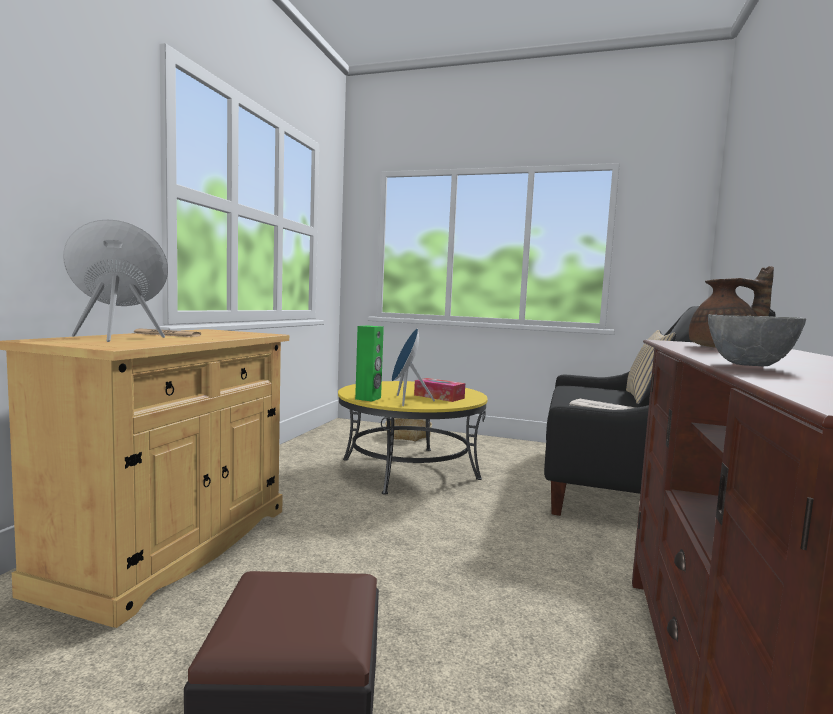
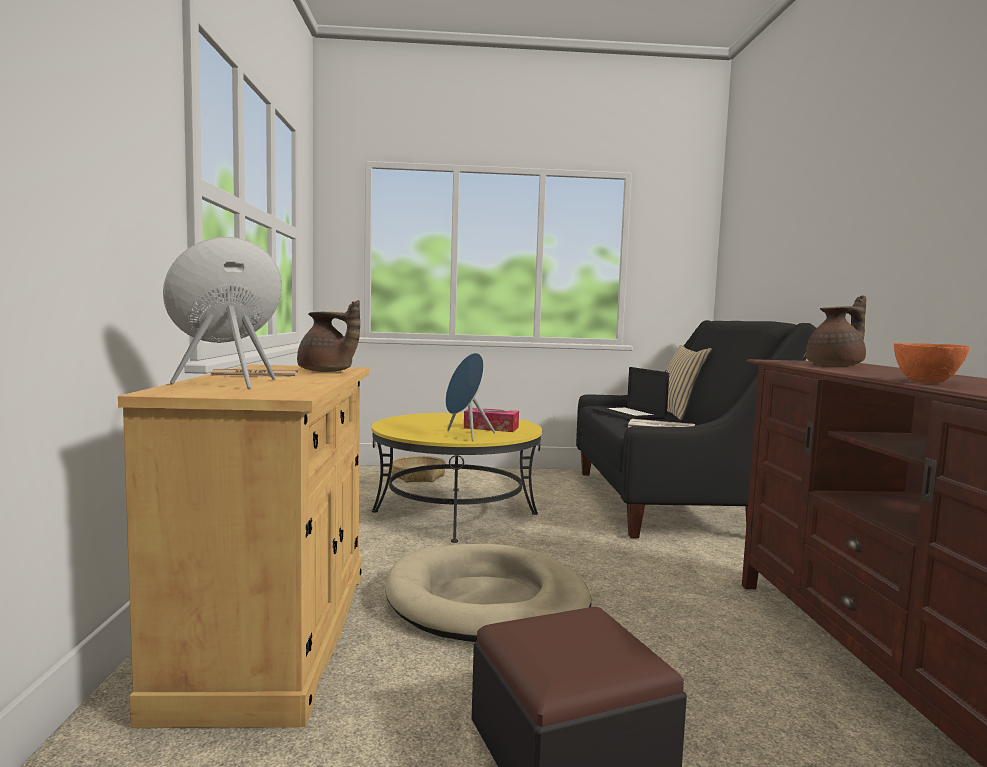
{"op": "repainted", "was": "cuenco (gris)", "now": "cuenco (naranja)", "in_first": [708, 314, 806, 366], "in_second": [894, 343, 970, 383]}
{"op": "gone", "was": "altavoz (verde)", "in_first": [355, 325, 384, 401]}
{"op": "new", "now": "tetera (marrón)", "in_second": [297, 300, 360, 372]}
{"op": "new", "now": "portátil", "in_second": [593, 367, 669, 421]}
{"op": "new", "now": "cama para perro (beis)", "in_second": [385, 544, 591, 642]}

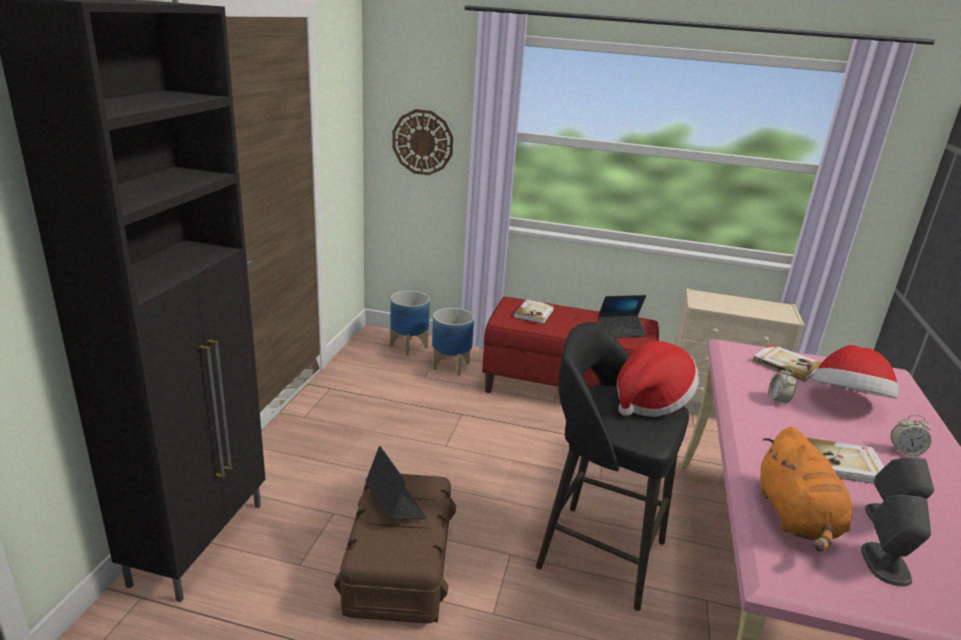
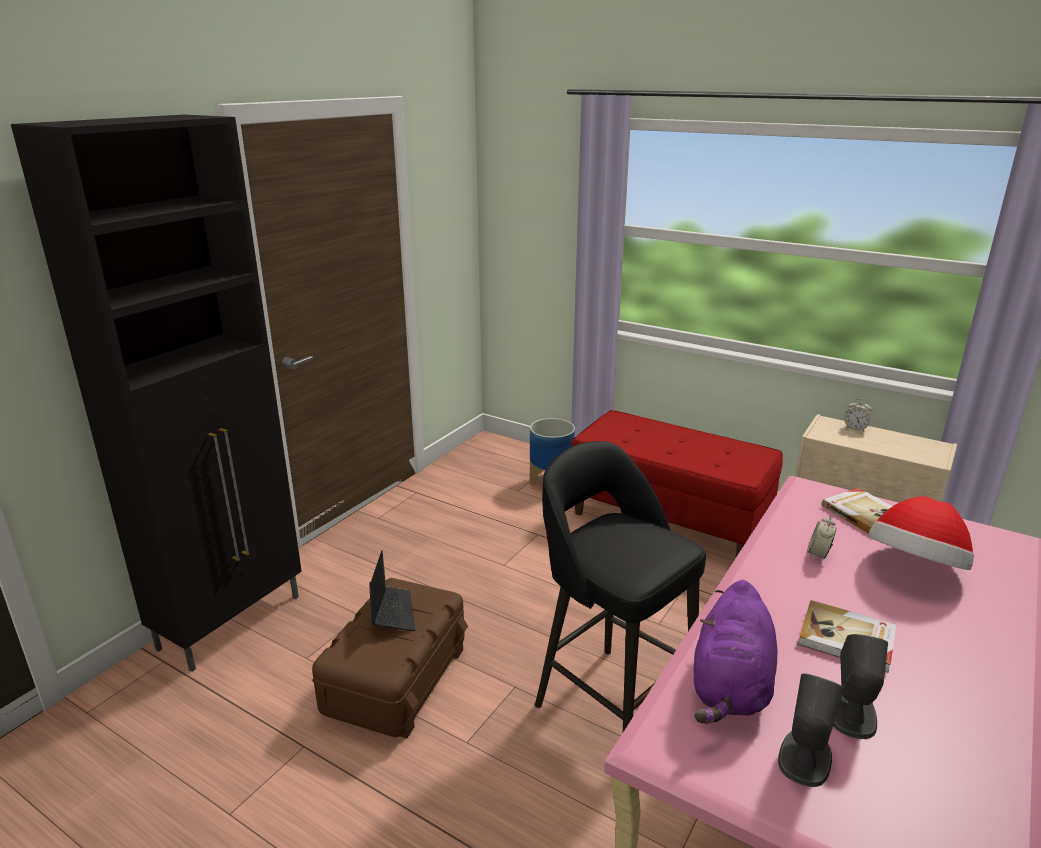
{"op": "gone", "was": "reloj de pared", "in_first": [392, 109, 453, 175]}
{"op": "gone", "was": "maceta", "in_first": [390, 291, 430, 356]}
{"op": "gone", "was": "portátil", "in_first": [598, 295, 647, 338]}
{"op": "gone", "was": "libro", "in_first": [514, 300, 555, 324]}
{"op": "gone", "was": "sombrero", "in_first": [617, 341, 699, 417]}
{"op": "shifted", "was": "despertador", "in_first": [891, 415, 931, 457], "in_second": [844, 399, 872, 431]}
{"op": "repainted", "was": "peluche (naranja)", "now": "peluche (morado)", "in_first": [760, 427, 852, 552], "in_second": [694, 580, 778, 724]}

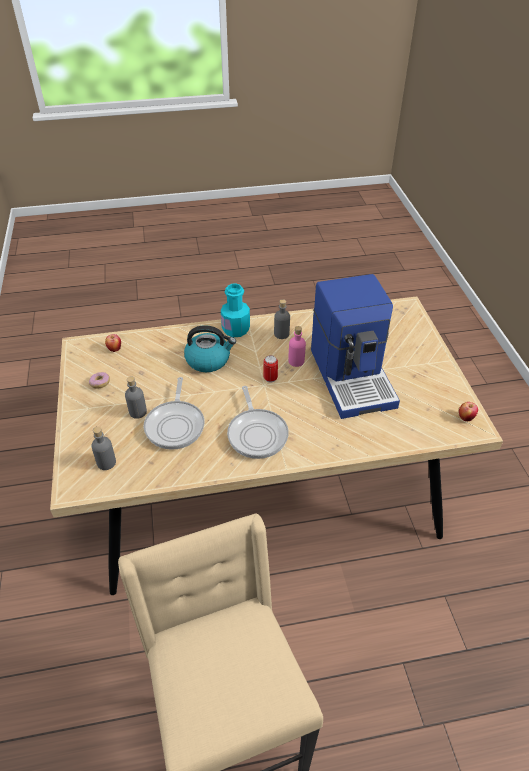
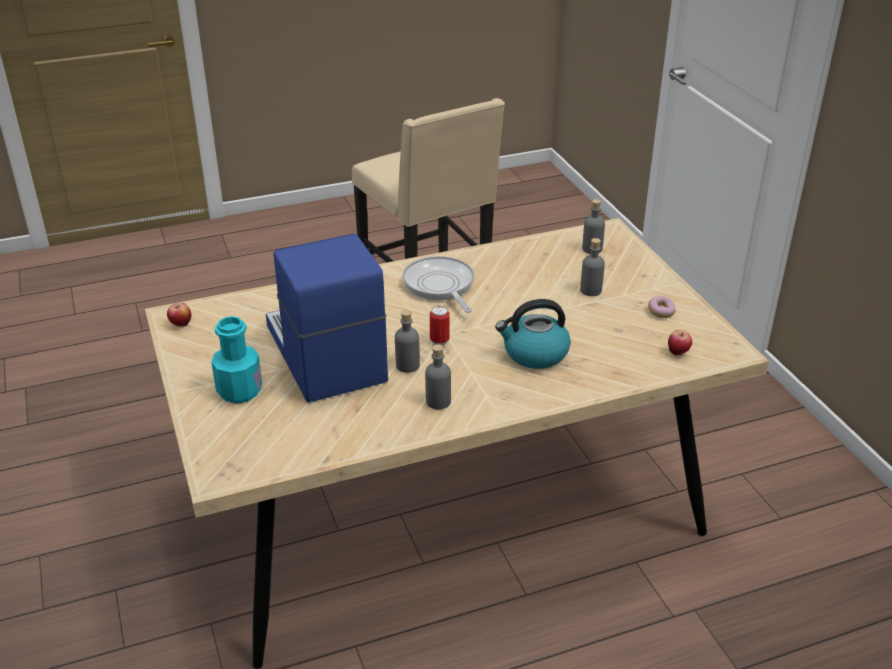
{"op": "shifted", "was": "botella (turquesa)", "in_first": [221, 283, 250, 337], "in_second": [211, 316, 262, 403]}
{"op": "repainted", "was": "botella (rosa)", "now": "botella (gris)", "in_first": [288, 326, 306, 367], "in_second": [395, 310, 420, 373]}
{"op": "gone", "was": "sartén", "in_first": [144, 377, 205, 450]}

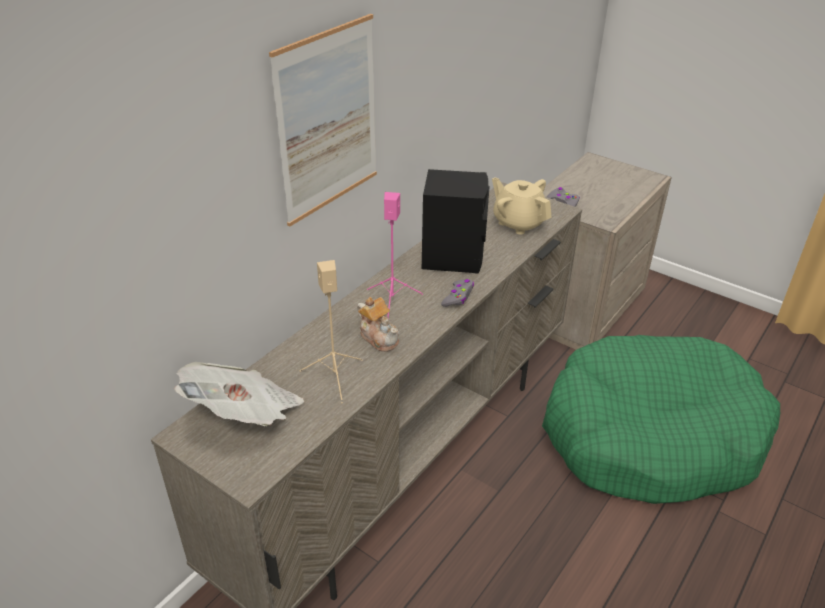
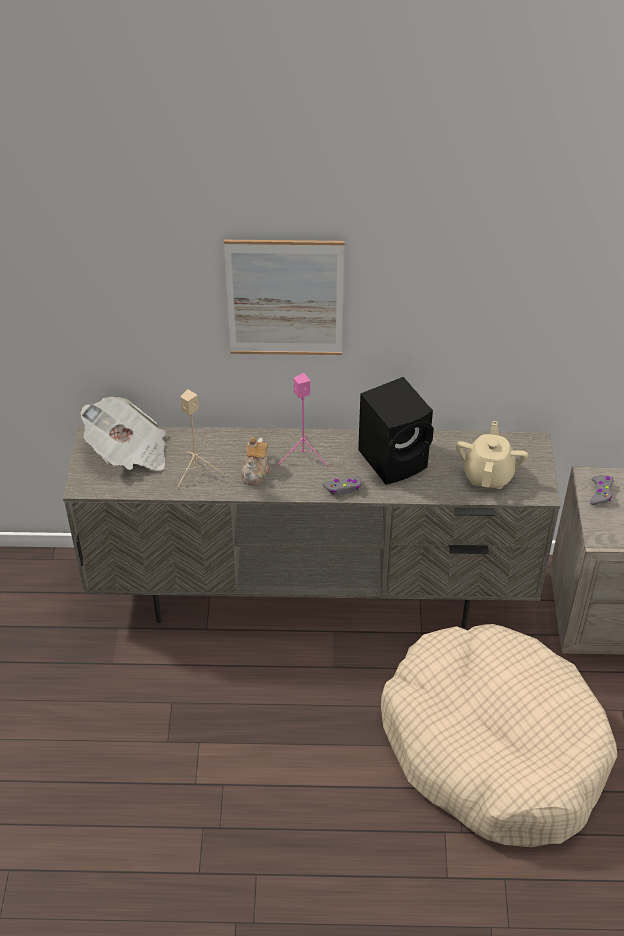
{"op": "repainted", "was": "cama para perro (verde)", "now": "cama para perro (beis)", "in_first": [542, 335, 780, 504], "in_second": [381, 624, 617, 847]}

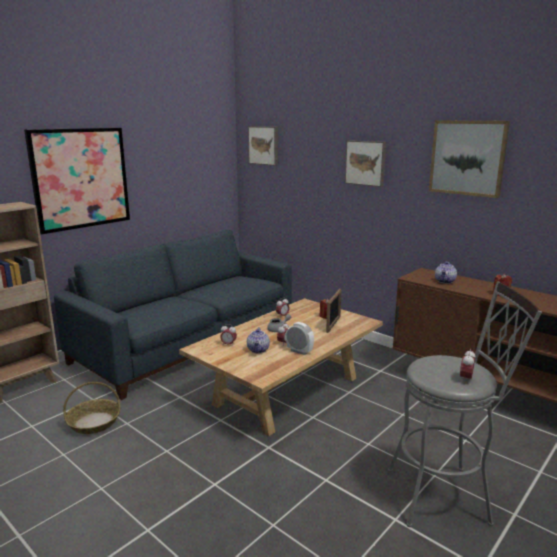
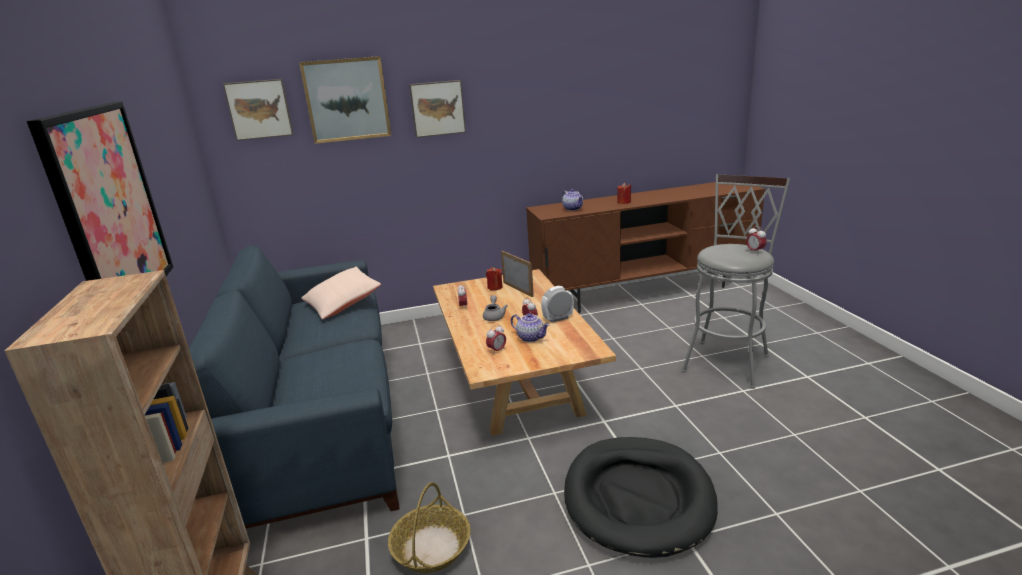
{"op": "shifted", "was": "cuadro", "in_first": [429, 120, 510, 198], "in_second": [299, 56, 392, 144]}
{"op": "new", "now": "cojín (beis)", "in_second": [302, 267, 381, 320]}
{"op": "new", "now": "cama para perro (negro)", "in_second": [564, 437, 718, 558]}

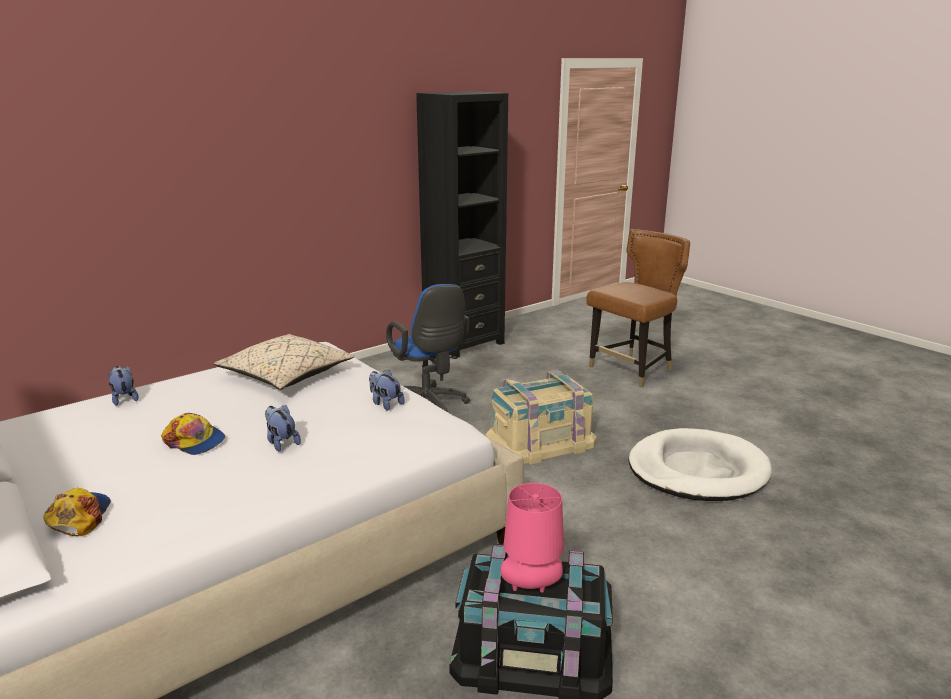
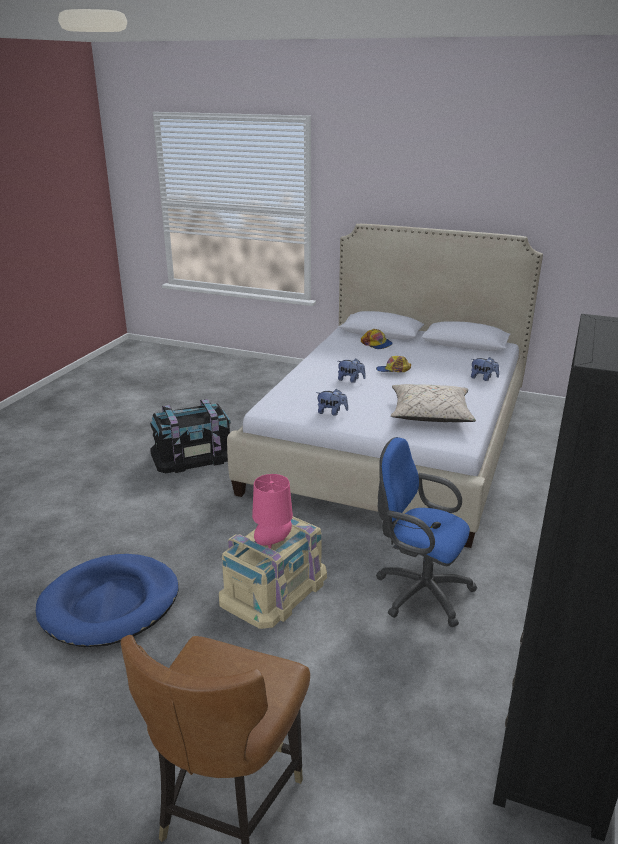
{"op": "repainted", "was": "cama para perro (blanco)", "now": "cama para perro (azul)", "in_first": [629, 428, 772, 501], "in_second": [36, 554, 179, 647]}
{"op": "shifted", "was": "lámpara de mesa (rosa)", "in_first": [500, 483, 564, 593], "in_second": [252, 474, 293, 549]}

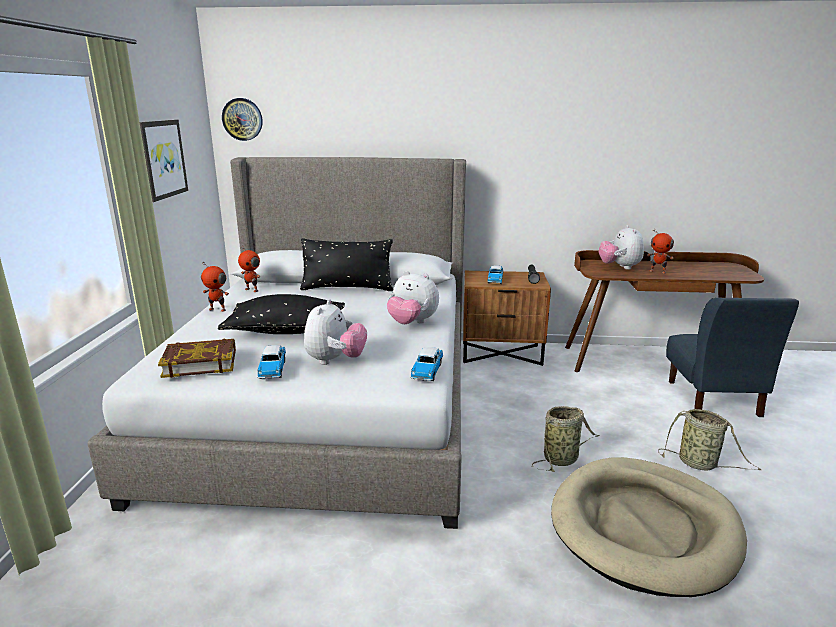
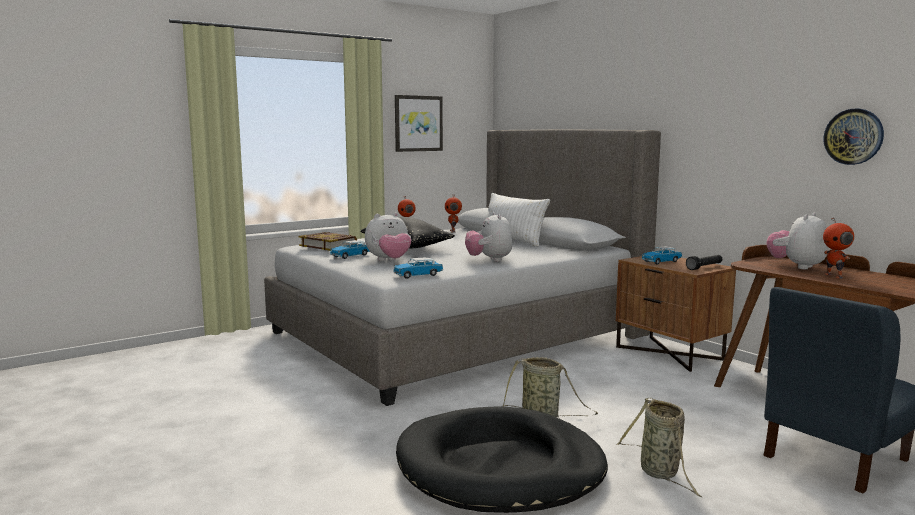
{"op": "shifted", "was": "reloj de pared", "in_first": [222, 98, 263, 141], "in_second": [824, 109, 884, 165]}
{"op": "repainted", "was": "cojín (negro)", "now": "cojín (blanco)", "in_first": [300, 239, 393, 291], "in_second": [486, 193, 550, 247]}
{"op": "repainted", "was": "cama para perro (beis)", "now": "cama para perro (negro)", "in_first": [551, 457, 747, 597], "in_second": [396, 406, 608, 513]}

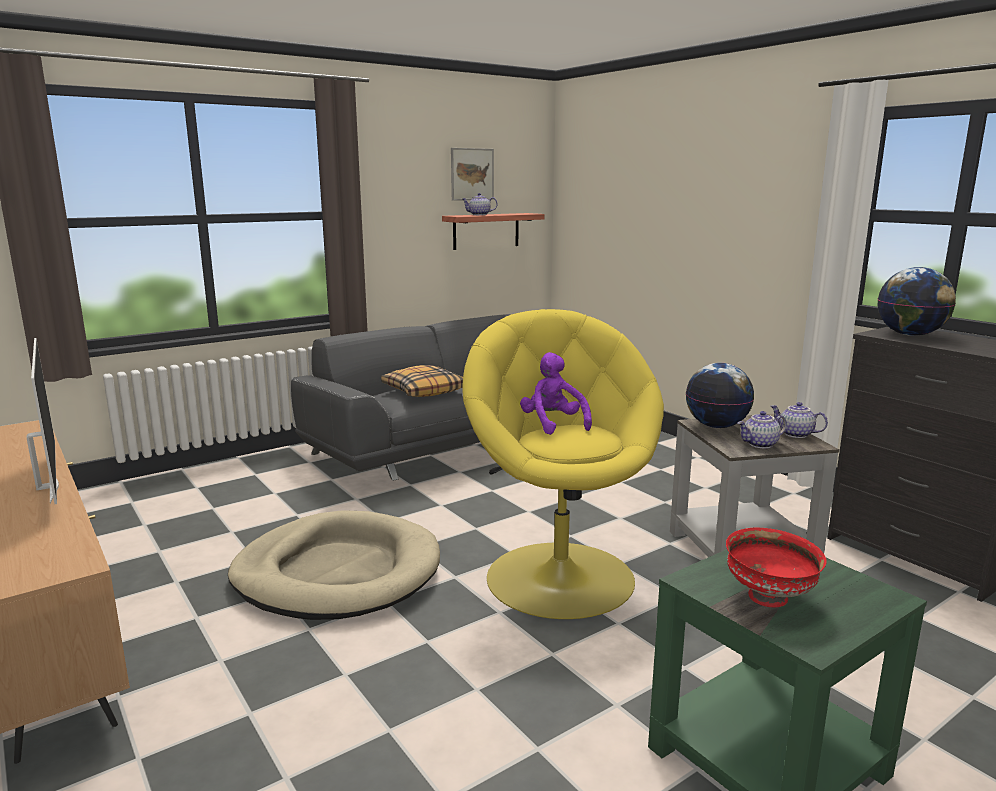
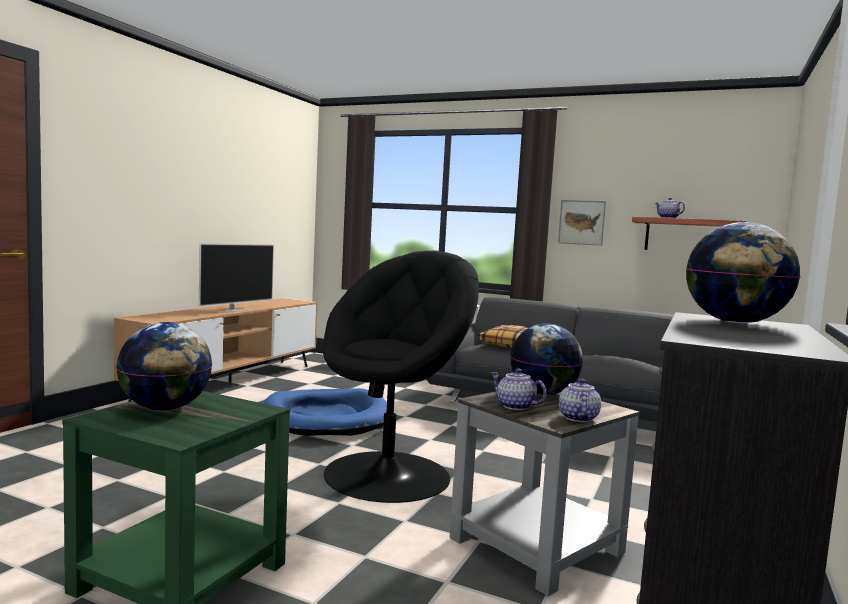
{"op": "shifted", "was": "cuadro", "in_first": [451, 148, 494, 201], "in_second": [558, 200, 606, 246]}
{"op": "repainted", "was": "sillón (amarillo)", "now": "sillón (negro)", "in_first": [462, 309, 664, 619], "in_second": [323, 251, 479, 503]}
{"op": "gone", "was": "peluche (morado)", "in_first": [520, 352, 592, 435]}
{"op": "repainted", "was": "cama para perro (beis)", "now": "cama para perro (azul)", "in_first": [228, 510, 440, 620], "in_second": [264, 388, 387, 436]}
{"op": "swapped", "was": "cuenco (rojo)", "now": "globo terráqueo", "in_first": [726, 527, 827, 607], "in_second": [116, 322, 212, 410]}

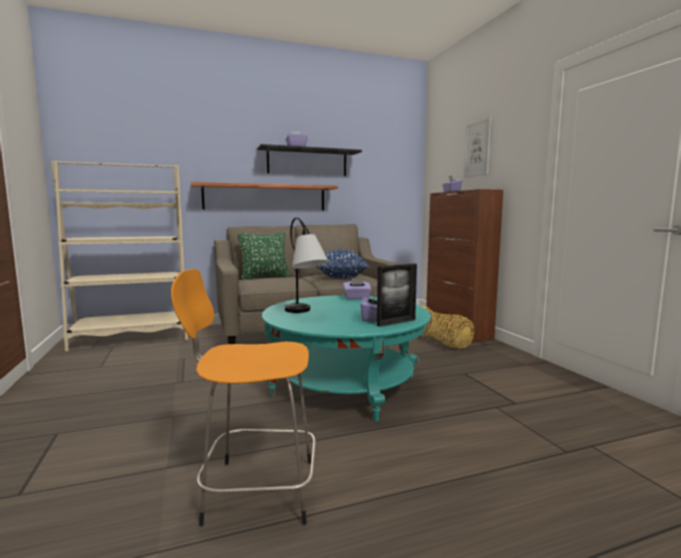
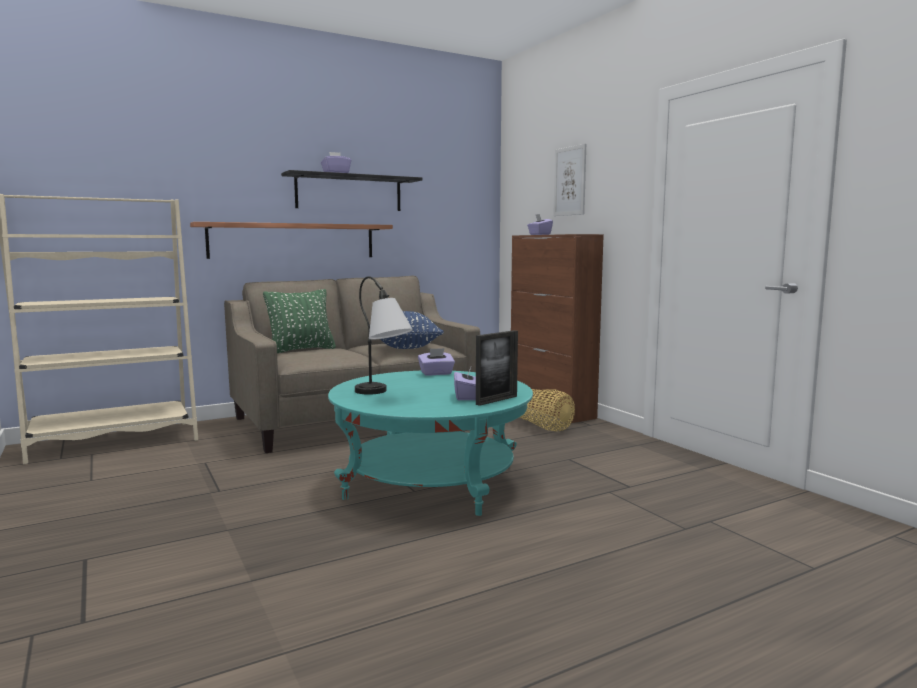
{"op": "gone", "was": "taburete (naranja)", "in_first": [171, 269, 316, 526]}

